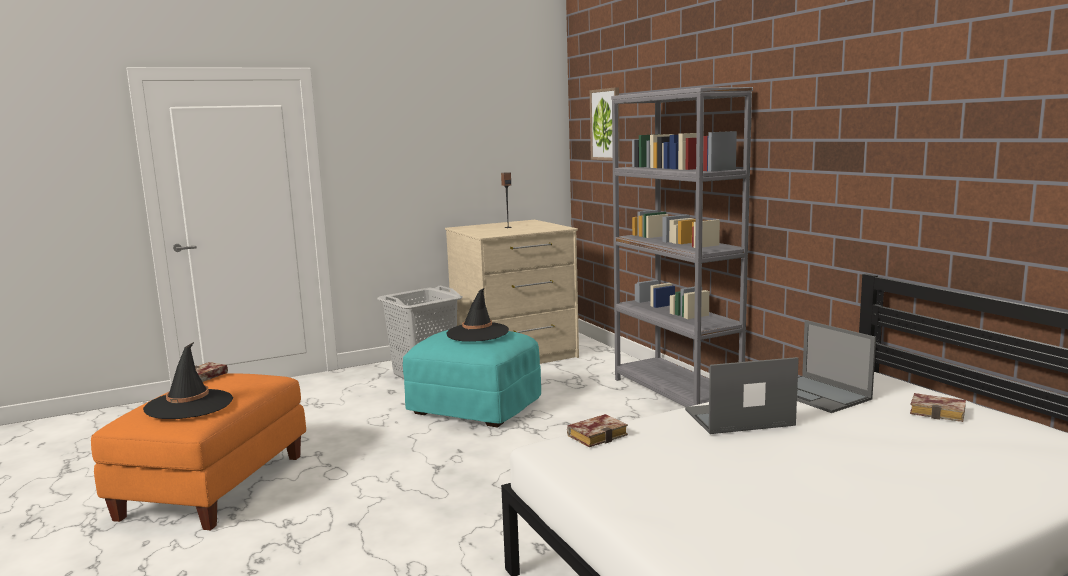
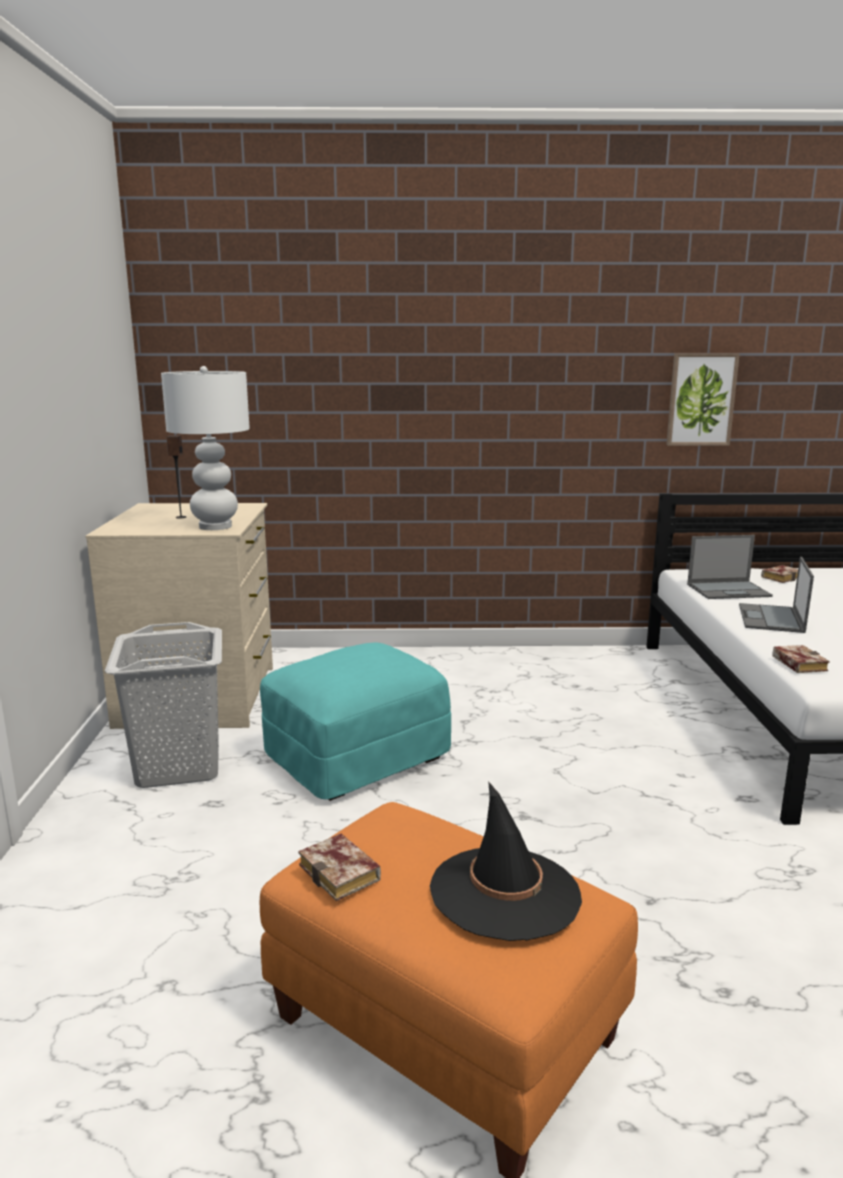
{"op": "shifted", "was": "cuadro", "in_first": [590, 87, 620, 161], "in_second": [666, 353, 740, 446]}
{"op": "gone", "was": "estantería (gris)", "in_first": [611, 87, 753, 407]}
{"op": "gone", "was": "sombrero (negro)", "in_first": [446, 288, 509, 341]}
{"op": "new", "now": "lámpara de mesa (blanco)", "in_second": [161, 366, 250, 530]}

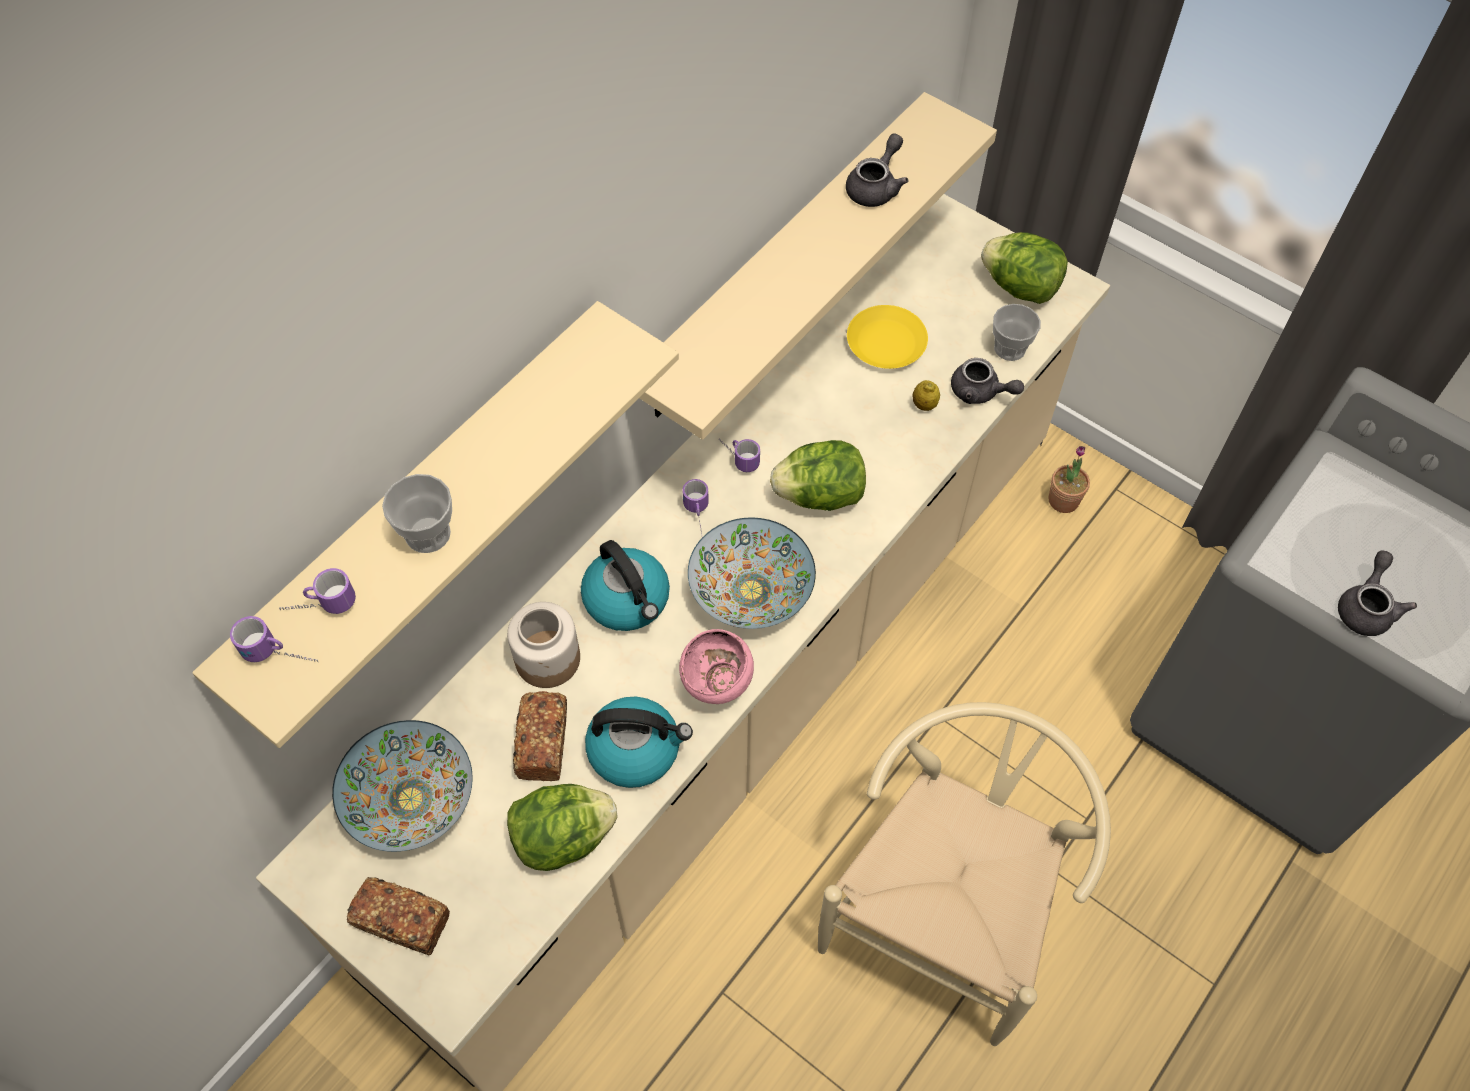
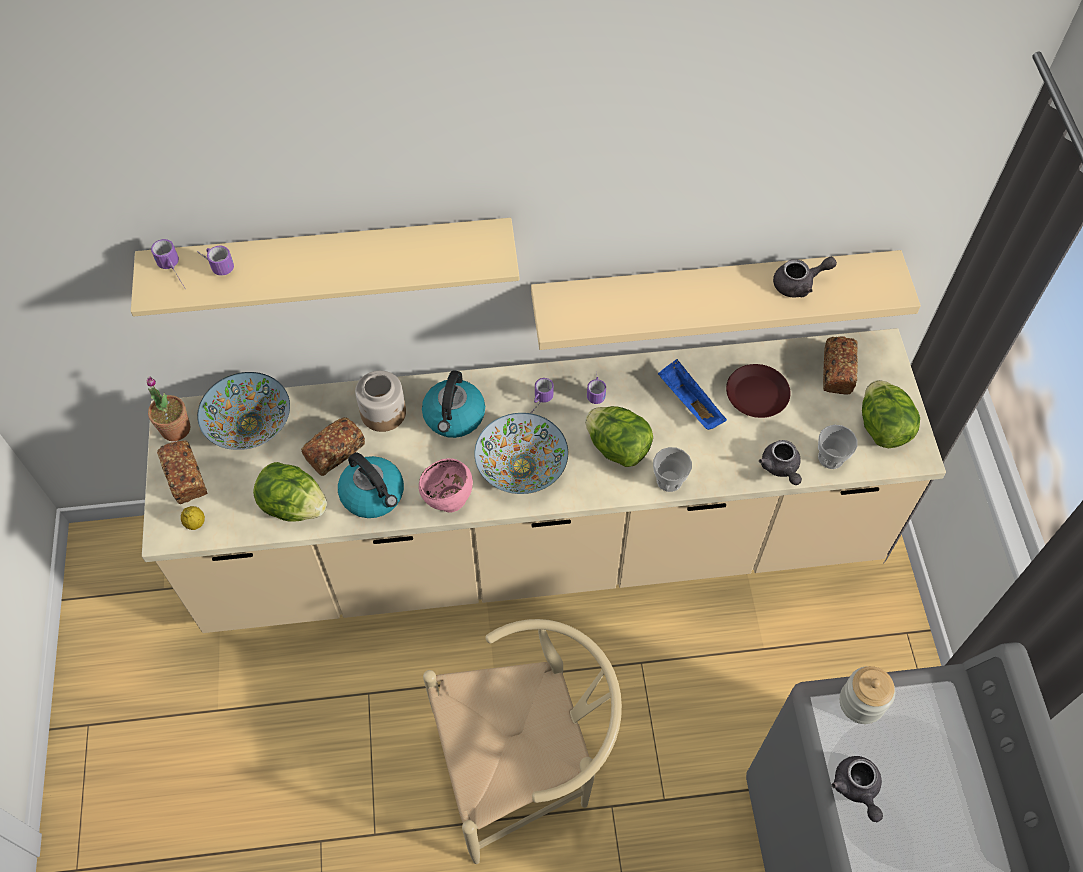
{"op": "repainted", "was": "plato (amarillo)", "now": "plato (marrón)", "in_first": [847, 305, 928, 369], "in_second": [726, 364, 791, 418]}
{"op": "shifted", "was": "limón", "in_first": [912, 380, 940, 411], "in_second": [181, 506, 205, 530]}
{"op": "shifted", "was": "planta en maceta", "in_first": [1049, 446, 1090, 513], "in_second": [146, 376, 191, 441]}
{"op": "shifted", "was": "taza", "in_first": [382, 474, 452, 553], "in_second": [653, 447, 692, 492]}
{"op": "rotated", "was": "tetera (gris)", "in_first": [1338, 550, 1417, 636], "in_second": [831, 756, 883, 822], "clockwise": 105}
{"op": "new", "now": "pan", "in_second": [823, 336, 858, 395]}
{"op": "new", "now": "bandeja (azul)", "in_second": [658, 359, 727, 430]}
{"op": "new", "now": "tarro", "in_second": [840, 666, 895, 724]}

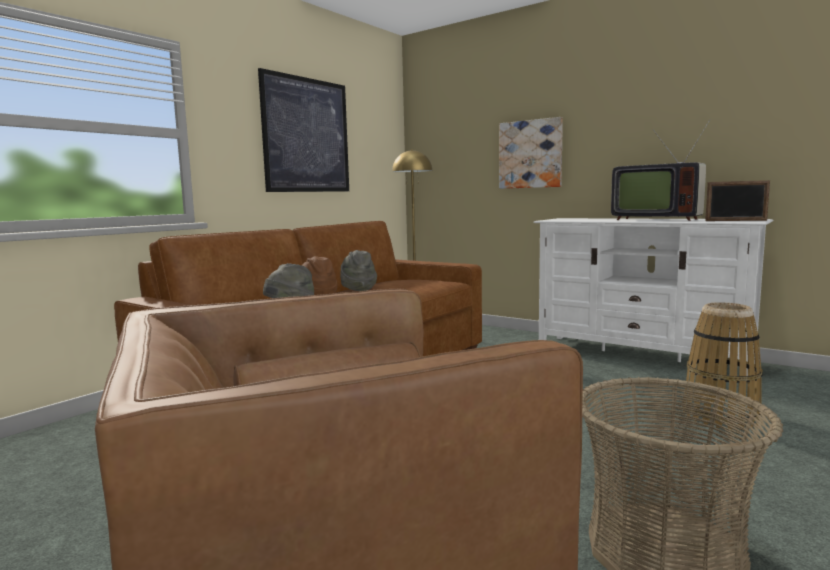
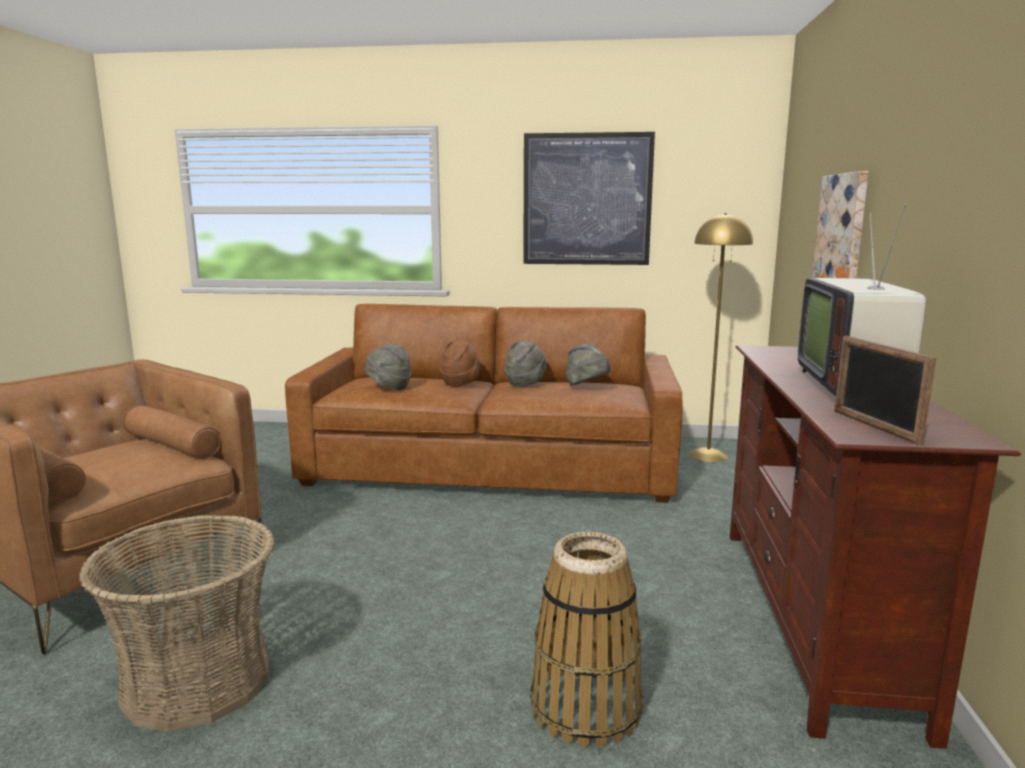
{"op": "repainted", "was": "mueble de televisión (blanco)", "now": "mueble de televisión (marrón)", "in_first": [533, 218, 773, 376], "in_second": [730, 345, 1021, 749]}
{"op": "new", "now": "sombrero (gris)", "in_second": [565, 343, 611, 386]}

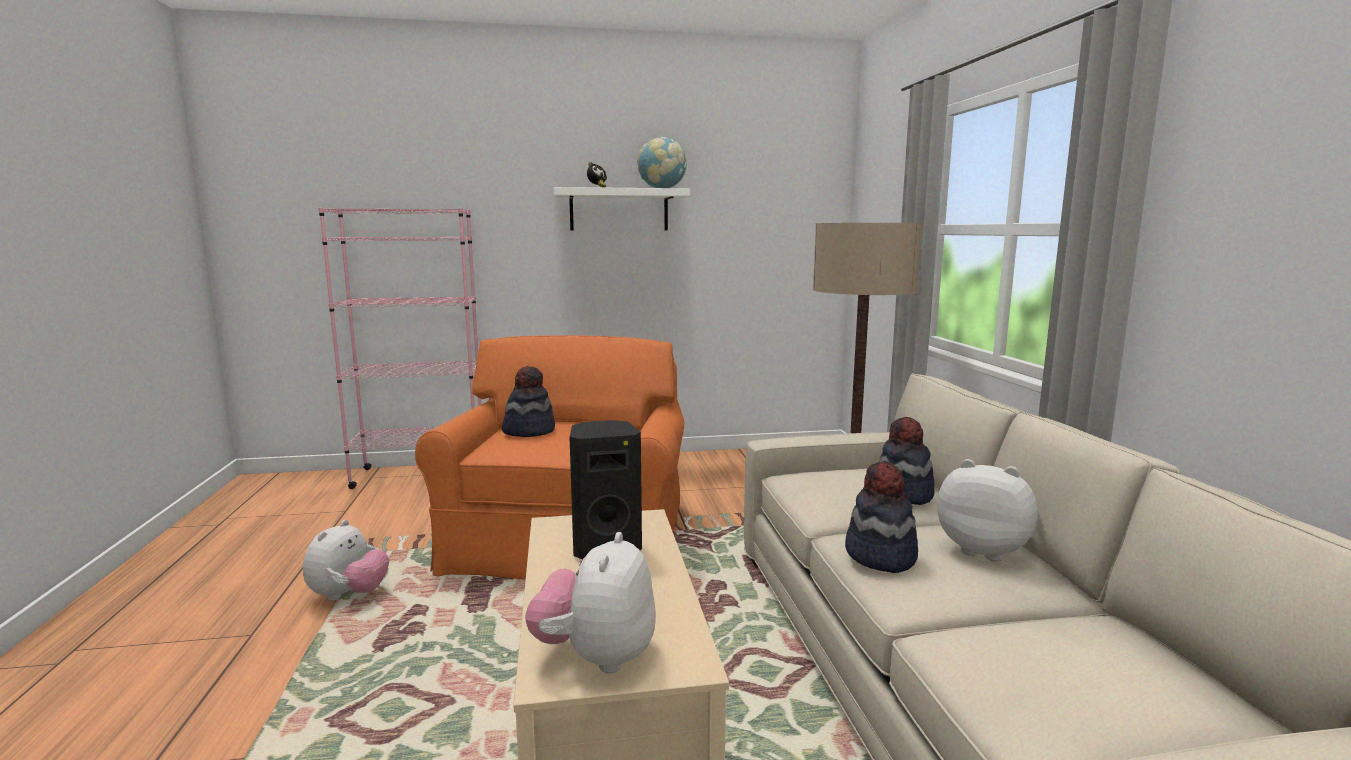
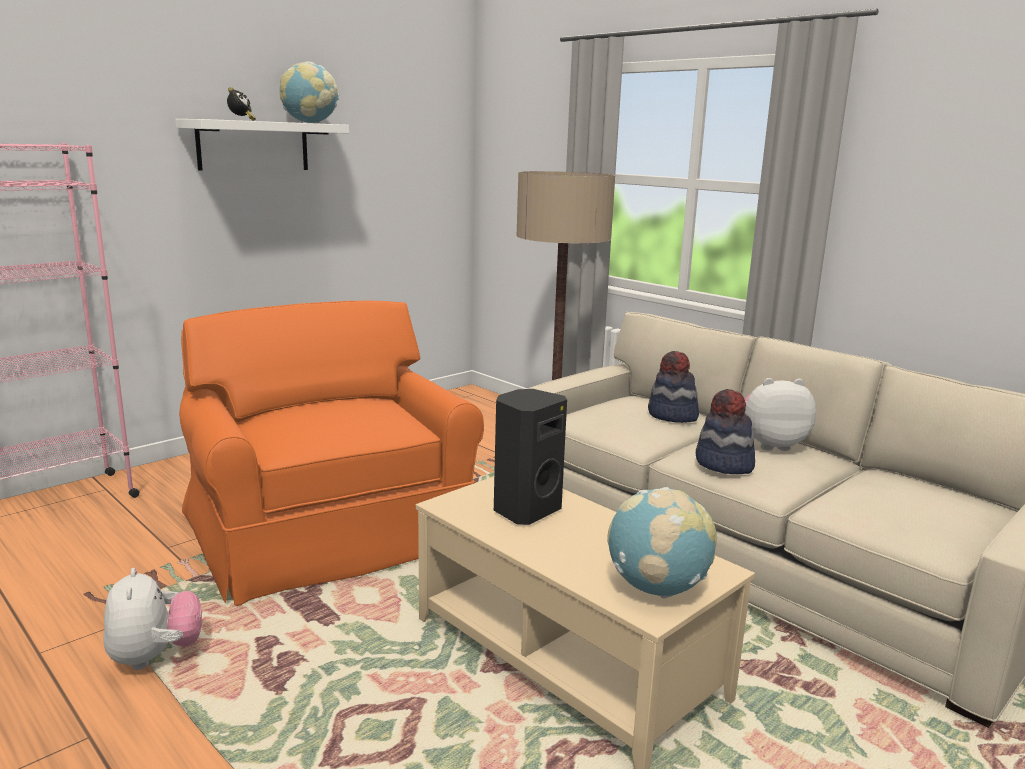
{"op": "gone", "was": "sombrero", "in_first": [502, 366, 555, 437]}
{"op": "swapped", "was": "peluche", "now": "globo terráqueo", "in_first": [525, 532, 656, 673], "in_second": [607, 487, 717, 599]}

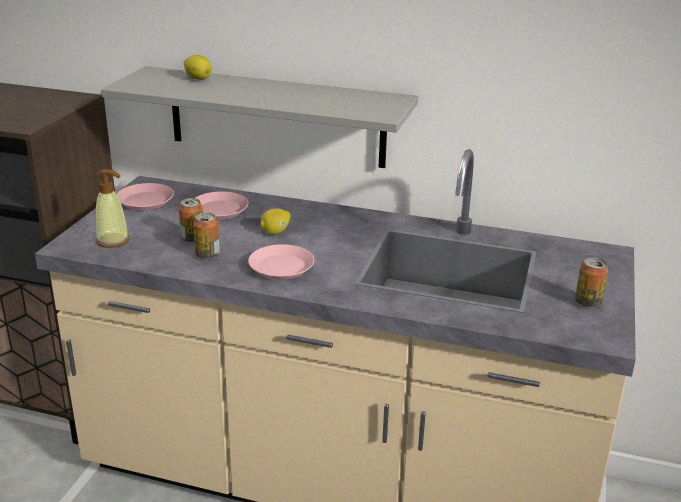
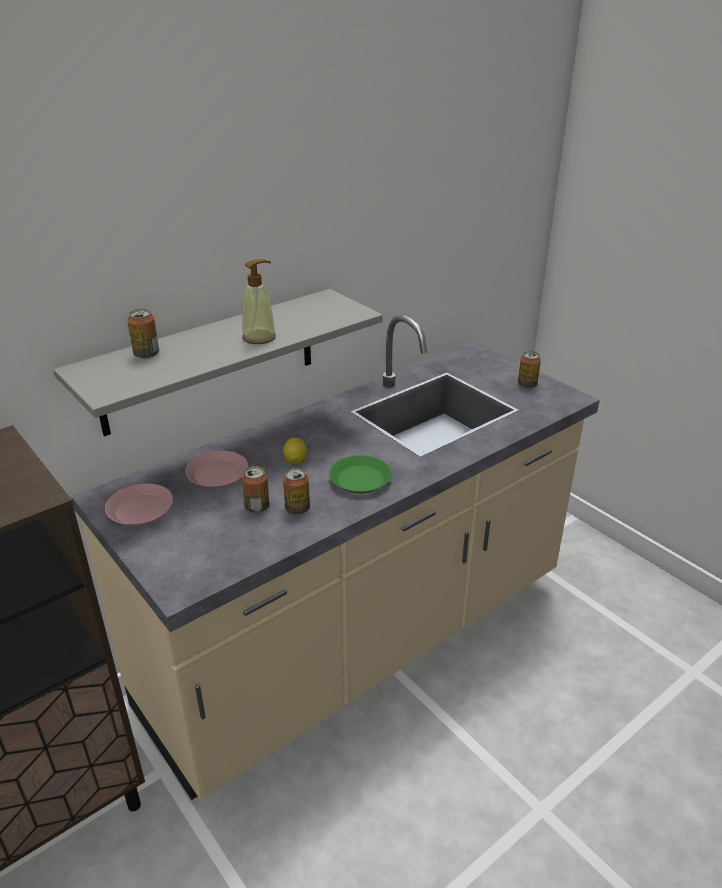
{"op": "swapped", "was": "limón", "now": "lata", "in_first": [183, 55, 212, 80], "in_second": [127, 309, 159, 359]}
{"op": "shifted", "was": "dispensador de jabón", "in_first": [95, 169, 129, 248], "in_second": [242, 259, 276, 344]}
{"op": "repainted", "was": "plato (rosa)", "now": "plato (verde)", "in_first": [248, 244, 314, 280], "in_second": [329, 455, 392, 494]}

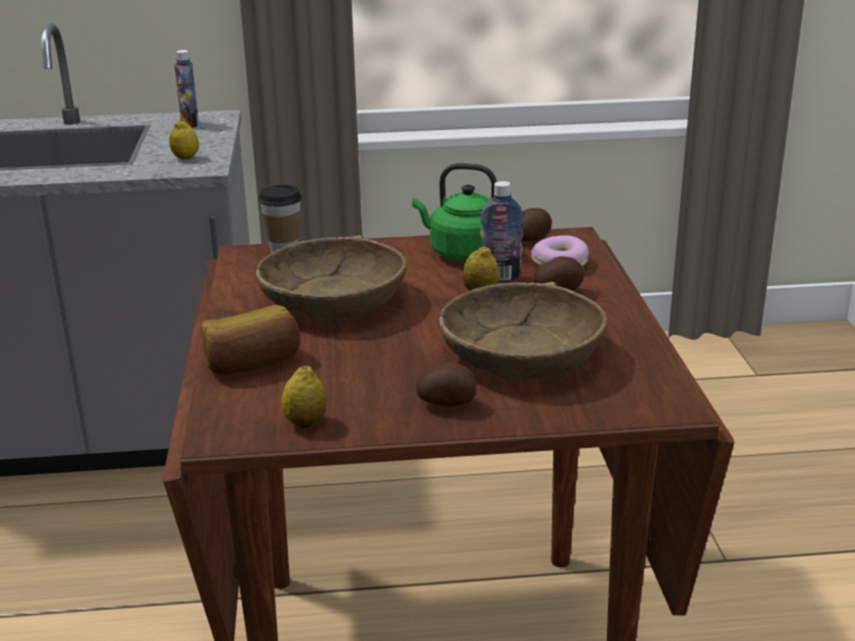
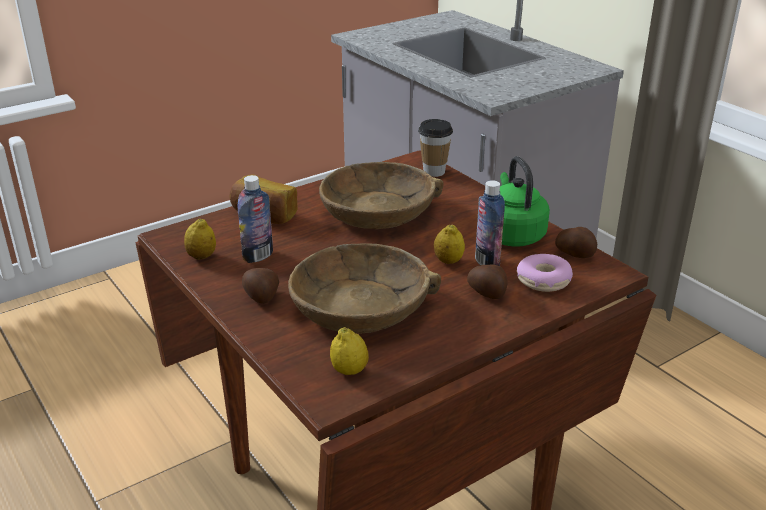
{"op": "shifted", "was": "botella", "in_first": [174, 50, 199, 128], "in_second": [238, 175, 273, 263]}
{"op": "shifted", "was": "limón", "in_first": [169, 120, 199, 159], "in_second": [330, 327, 369, 375]}

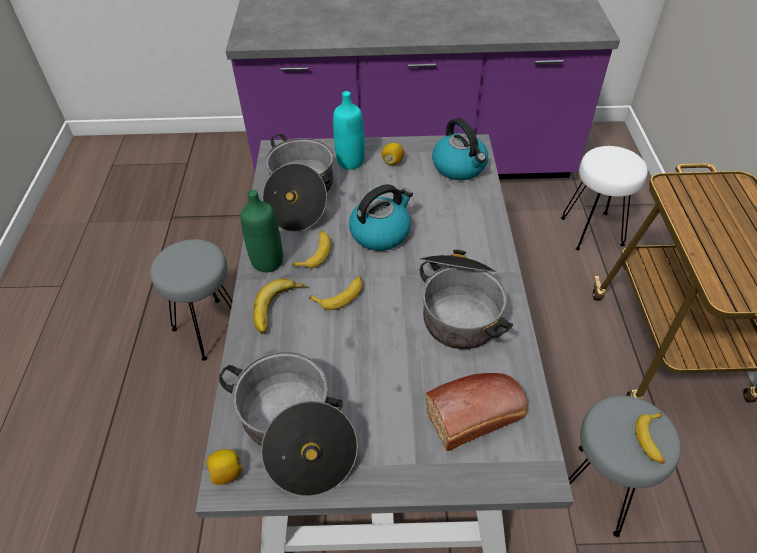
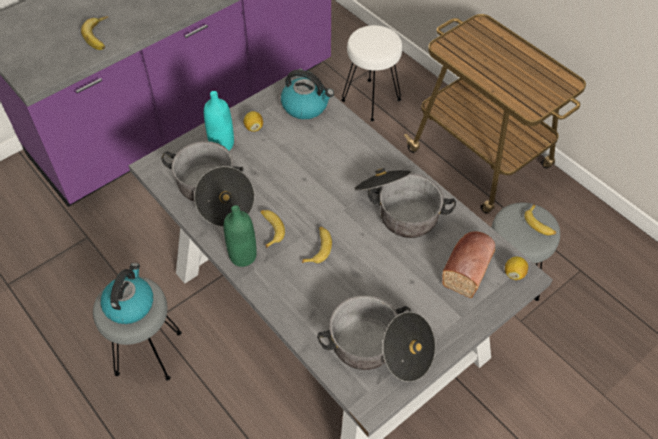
{"op": "shifted", "was": "hervidor", "in_first": [349, 184, 413, 251], "in_second": [101, 263, 153, 324]}
{"op": "shifted", "was": "plátano", "in_first": [253, 278, 308, 334], "in_second": [81, 16, 108, 50]}
{"op": "shifted", "was": "limón", "in_first": [207, 449, 243, 485], "in_second": [505, 257, 528, 280]}

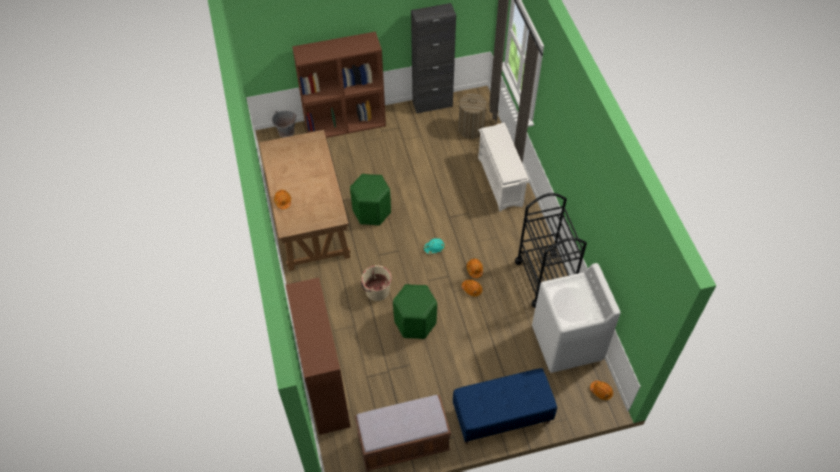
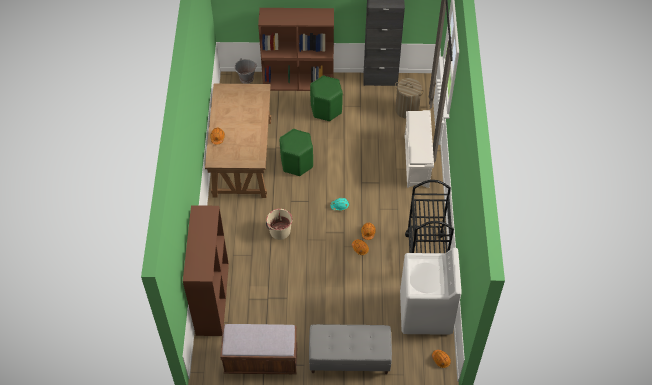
{"op": "shifted", "was": "taburete (verde)", "in_first": [393, 284, 437, 339], "in_second": [310, 75, 343, 121]}
{"op": "repainted", "was": "banco (azul)", "now": "banco (gris)", "in_first": [453, 368, 557, 444], "in_second": [309, 324, 392, 374]}

